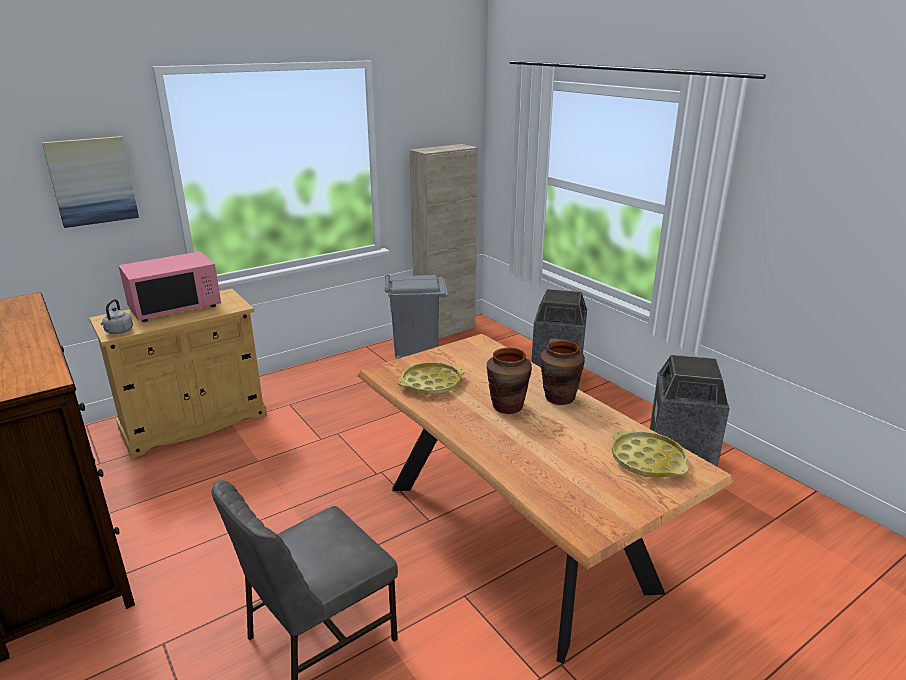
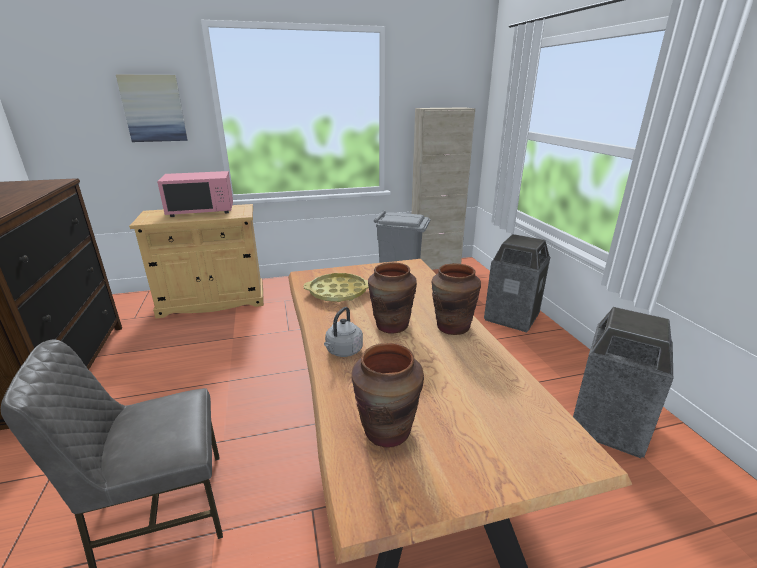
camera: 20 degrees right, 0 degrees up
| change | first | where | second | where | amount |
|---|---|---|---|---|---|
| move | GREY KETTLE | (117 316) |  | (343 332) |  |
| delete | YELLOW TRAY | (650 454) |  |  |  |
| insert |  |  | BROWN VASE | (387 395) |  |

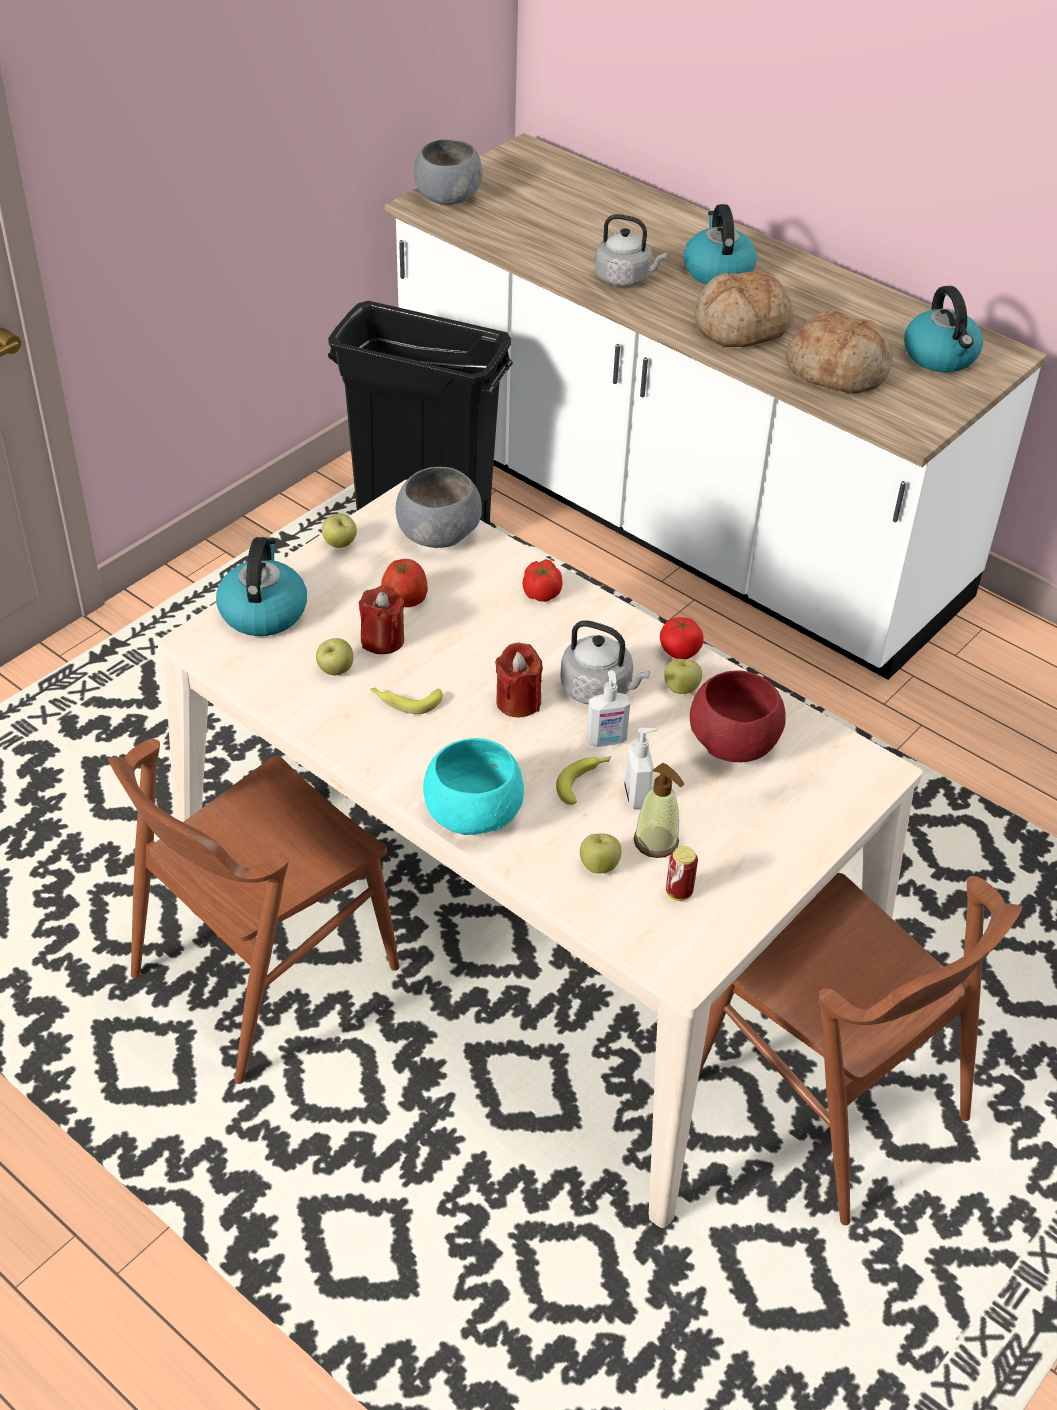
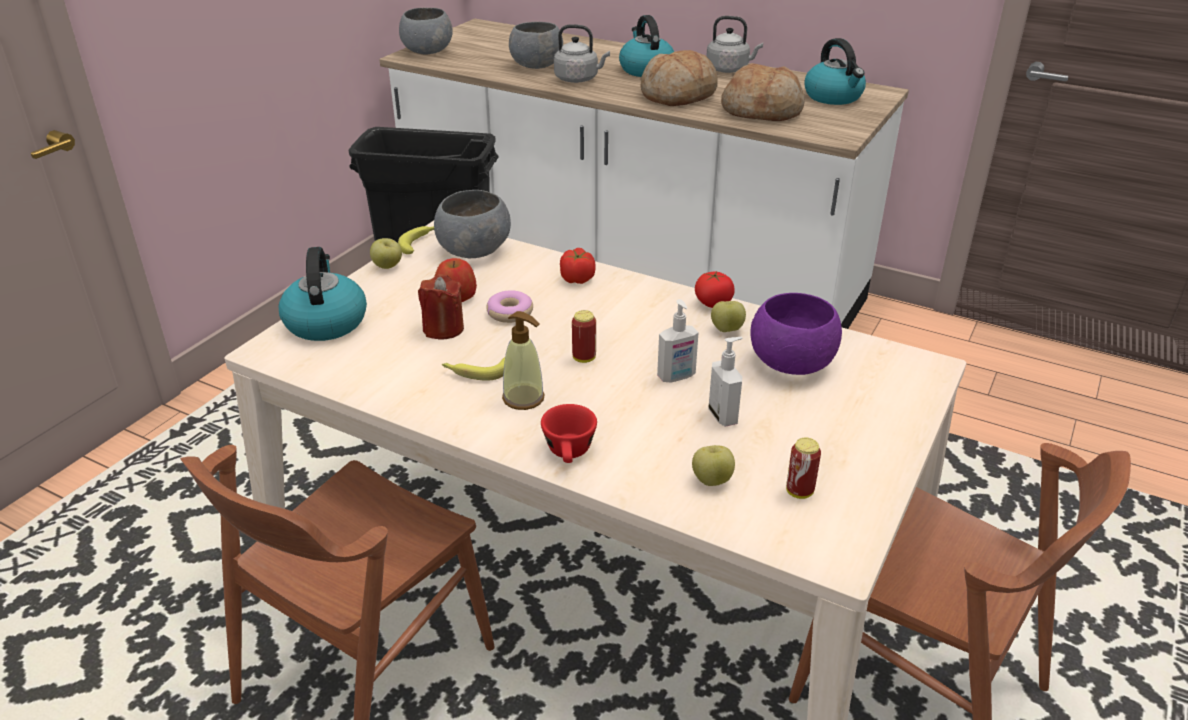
camera: 10 degrees left, 10 degrees down
| change | first | where | second | where | amount |
|---|---|---|---|---|---|
| delete | APPLE | (334 656) |  |  |  |
| replace | TURQUOISE BOWL | (473 786) | RED CUP | (569 433) |  |
| replace | RED CANDLE | (519 680) | CAN | (584 336) |  |
| move | BANANA | (583 780) |  | (416 240) |  |
| move | GREY KETTLE | (605 662) |  | (734 44) |  |
| move | SOAP DISPENSER | (659 810) |  | (523 360) |  |
| recolor | RED BOWL | (738 716) | PURPLE BOWL | (796 334) |  |
| insert |  |  | DONUT | (509 306) |  |
| insert |  |  | GREY BOWL | (536 45) |  |

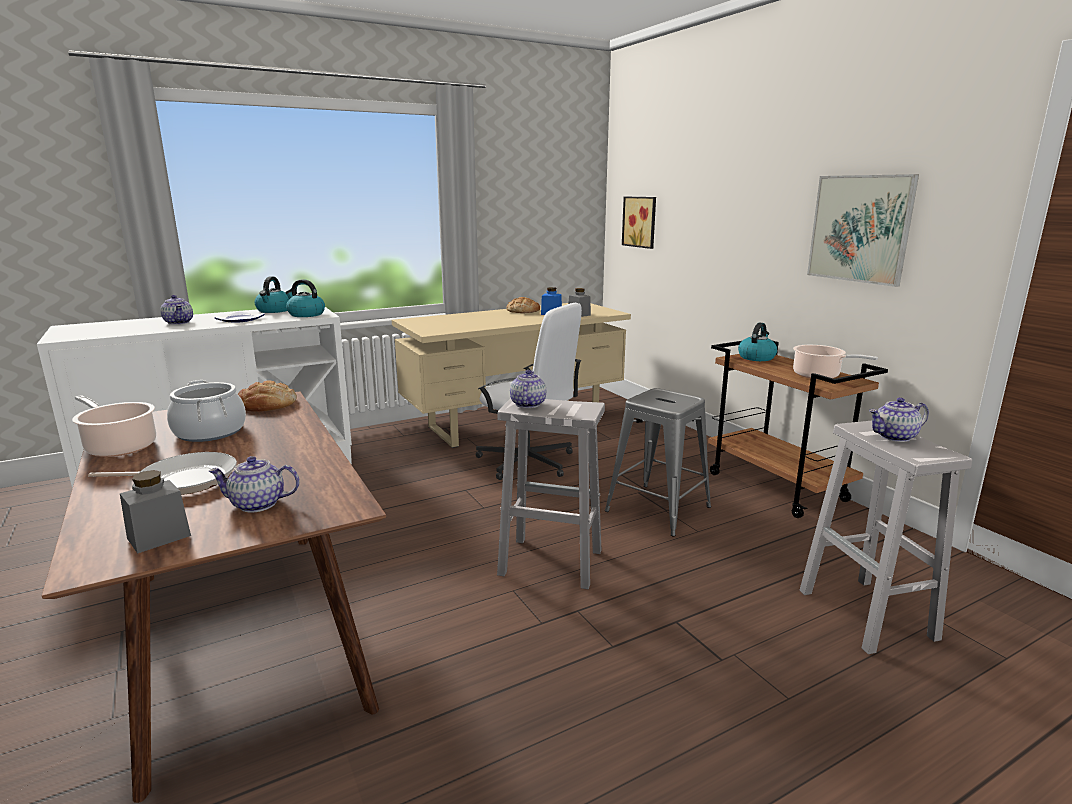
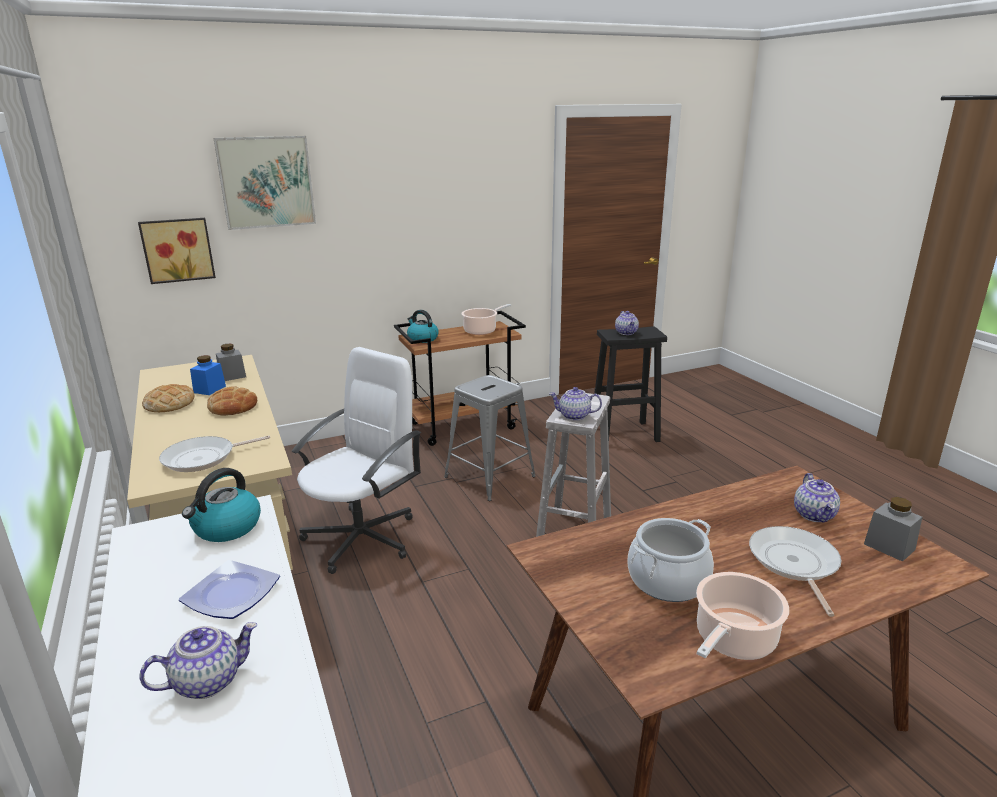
camera: 85 degrees left, 5 degrees up
| change | first | where | second | where | amount |
|---|---|---|---|---|---|
| move | BREAD | (267 396) |  | (232 401) |  |
| delete | KETTLE | (272 294) |  |  |  |
| recolor | WHITE STOOL | (886 537) | BLACK STOOL | (630 384) |  |
| move | PICTURE | (863 230) |  | (265 183) |  |
| insert |  |  | FRYING PAN | (214 453) |  |

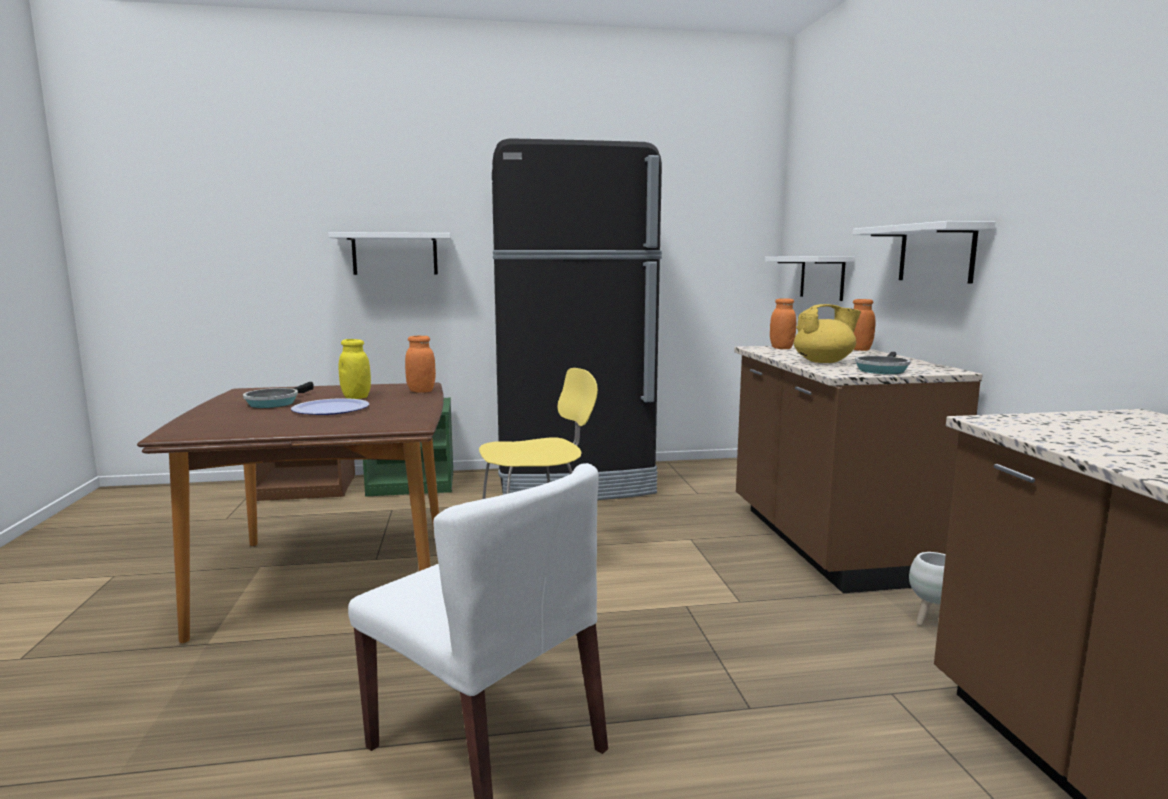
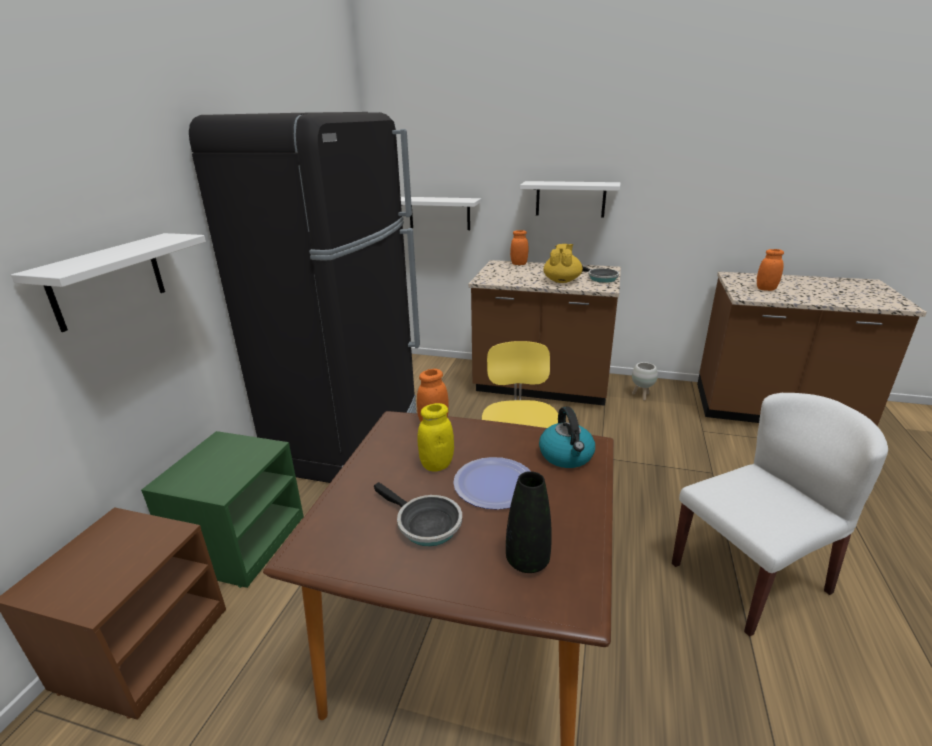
camera: 65 degrees left, 15 degrees up
| change | first | where | second | where | amount |
|---|---|---|---|---|---|
| move | ORANGE JAR | (783 323) |  | (770 270) |  |
| insert |  |  | BLACK VASE | (529 522) |  |
| insert |  |  | KETTLE | (567 437) |  |

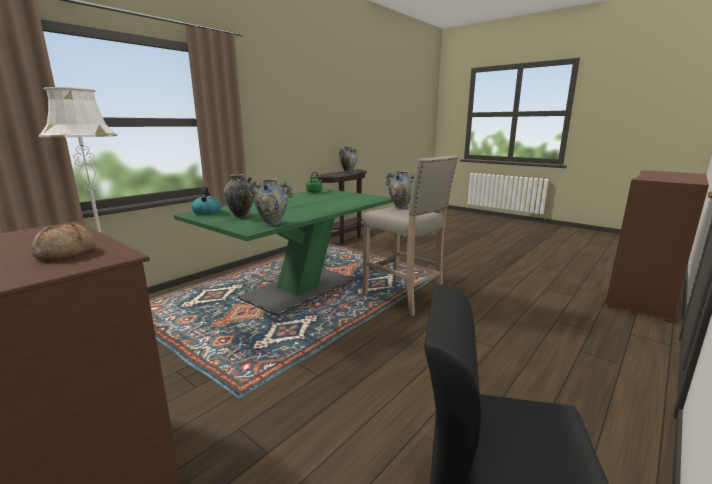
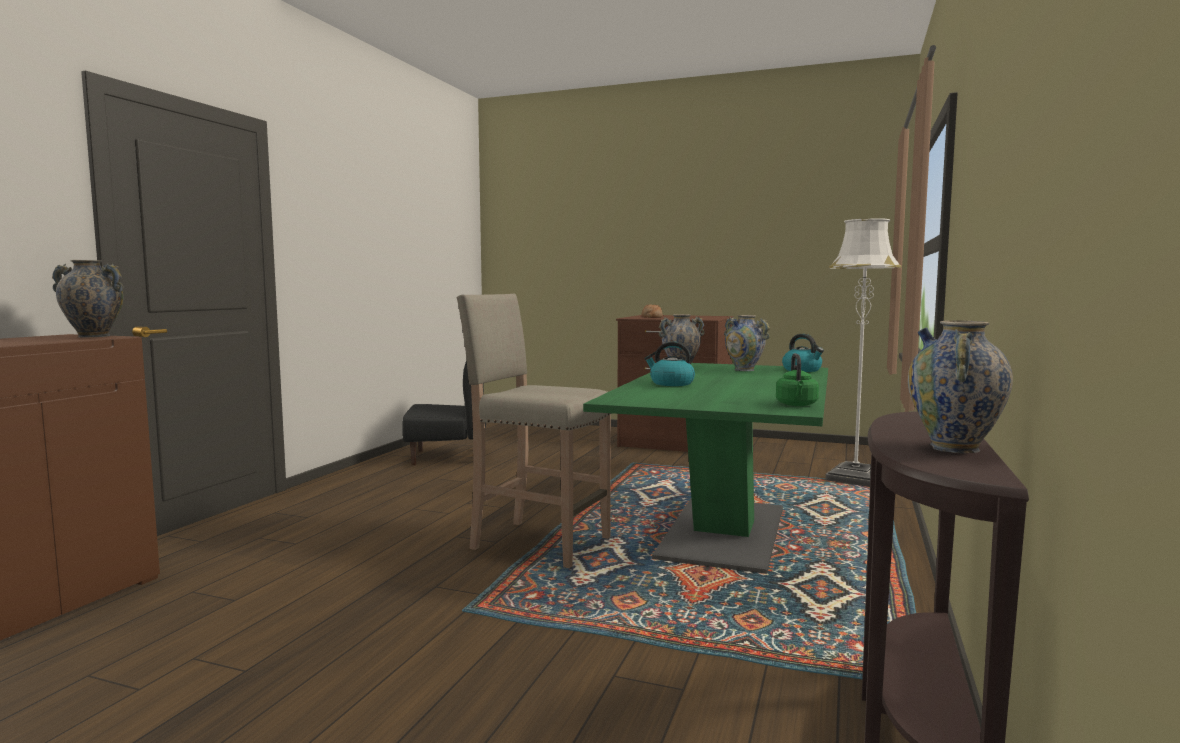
camera: 160 degrees right, 10 degrees down
| change | first | where | second | where | amount |
|---|---|---|---|---|---|
| move | VASE | (400 189) |  | (88 299) |  |
| insert |  |  | KETTLE | (669 363) |  |

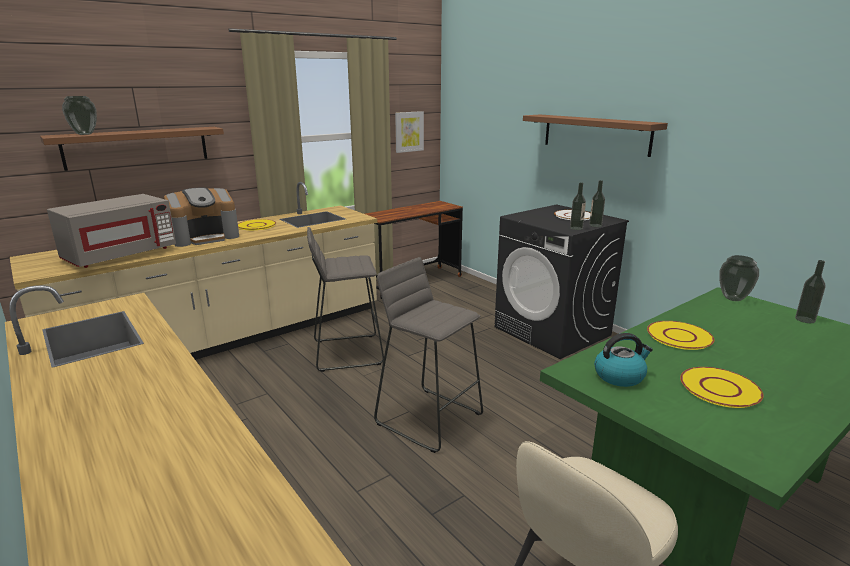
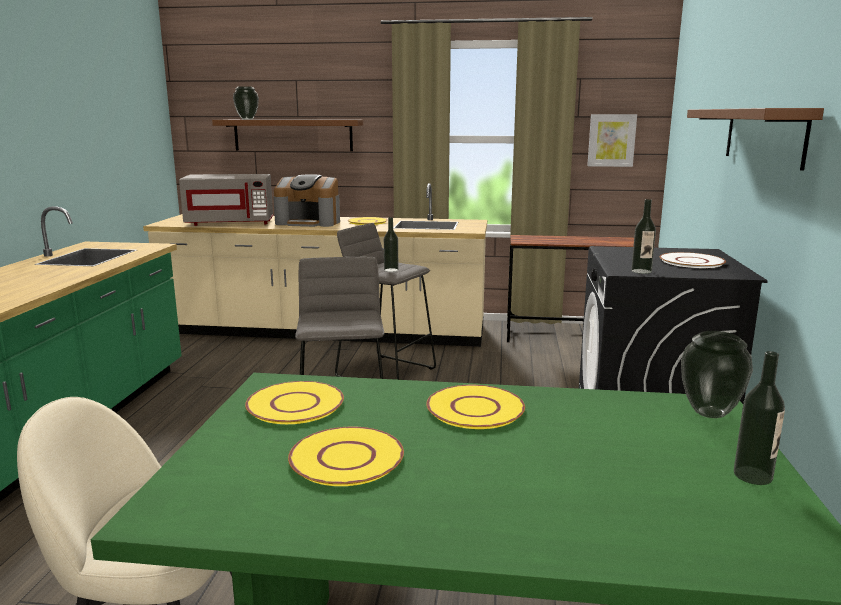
camera: 45 degrees right, 5 degrees down
| change | first | where | second | where | amount |
|---|---|---|---|---|---|
| move | BOTTLE | (597 203) |  | (391 244) |  |
| replace | KETTLE | (623 360) | YELLOW PLATE | (294 402) |  |

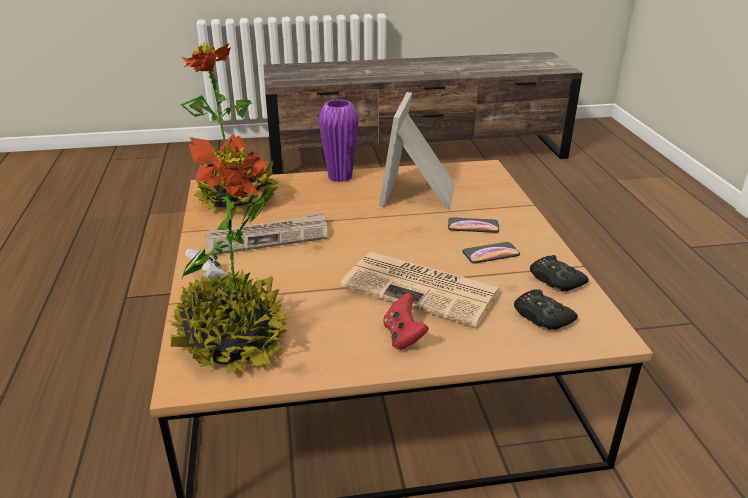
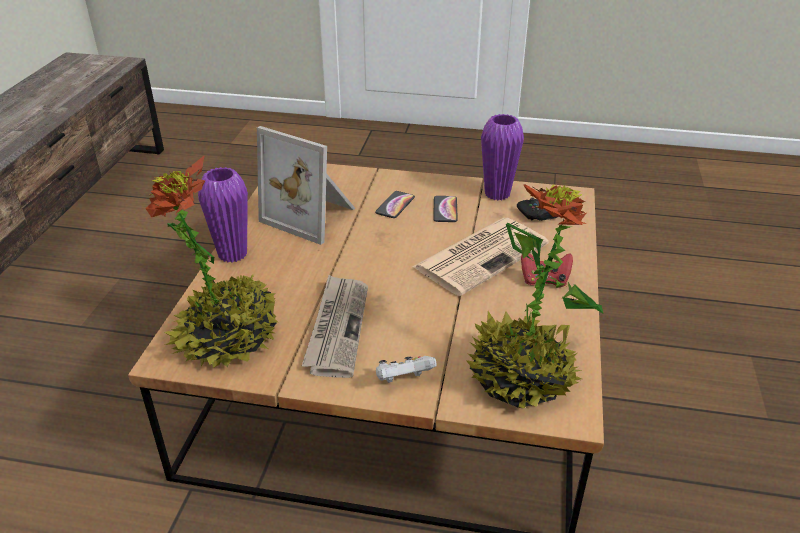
camera: 70 degrees left, 5 degrees up
| change | first | where | second | where | amount |
|---|---|---|---|---|---|
| replace | BLACK GAME CONTROLLER | (559 273) | PURPLE VASE | (502 157) |  |

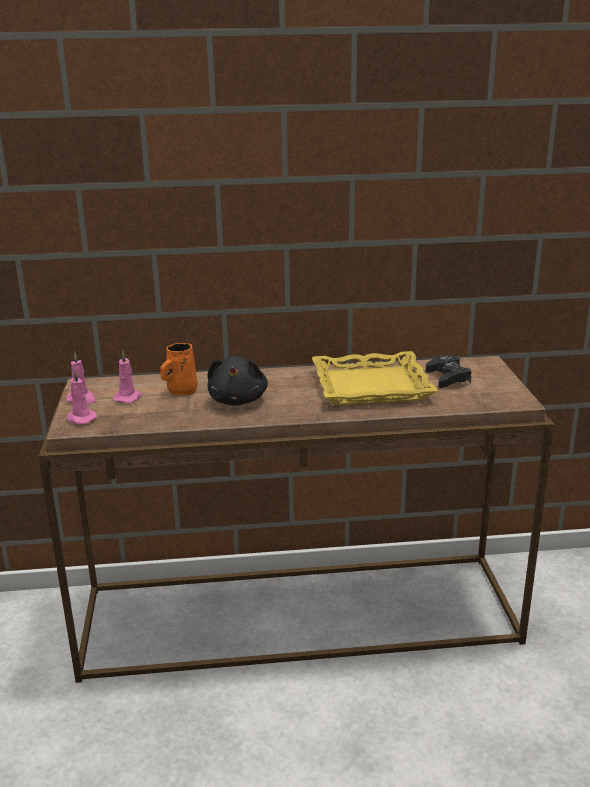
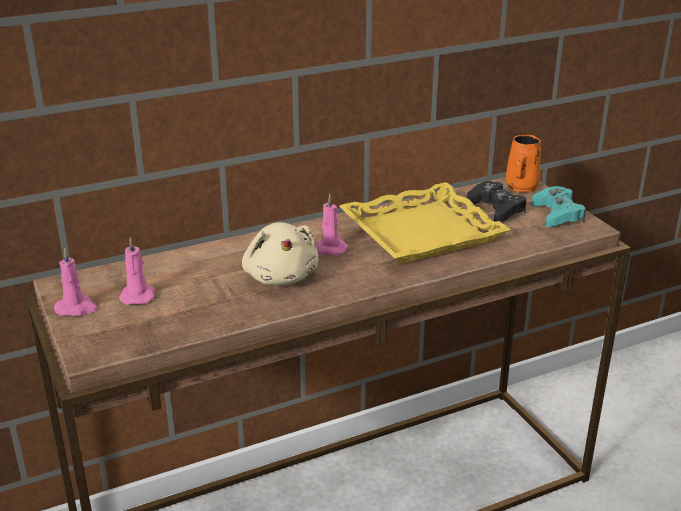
camera: 20 degrees left, 5 degrees up
| change | first | where | second | where | amount |
|---|---|---|---|---|---|
| move | PINK CANDLE | (81 397) |  | (332 225) |  |
| move | ORANGE MUG | (179 369) |  | (523 163) |  |
| recolor | BLACK PLUSH TOY | (237 381) | BEIGE PLUSH TOY | (280 254) |  |
| insert |  |  | TURQUOISE GAME CONTROLLER | (559 206) |  |

